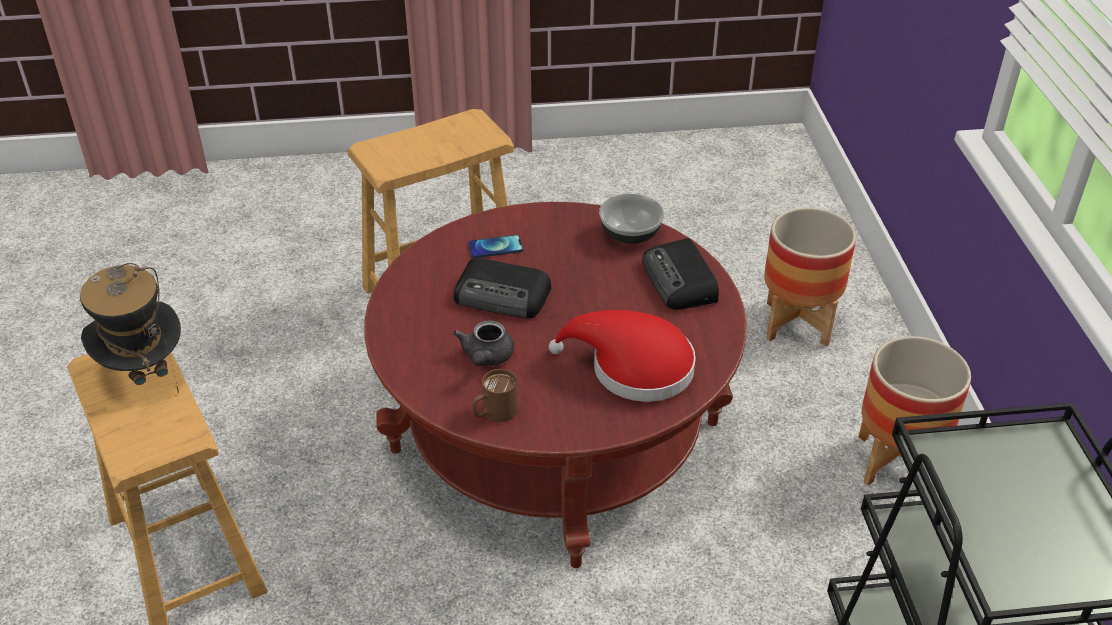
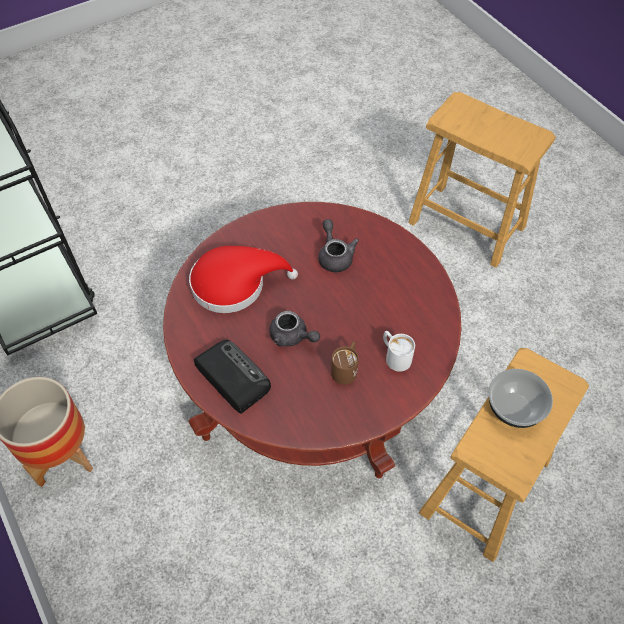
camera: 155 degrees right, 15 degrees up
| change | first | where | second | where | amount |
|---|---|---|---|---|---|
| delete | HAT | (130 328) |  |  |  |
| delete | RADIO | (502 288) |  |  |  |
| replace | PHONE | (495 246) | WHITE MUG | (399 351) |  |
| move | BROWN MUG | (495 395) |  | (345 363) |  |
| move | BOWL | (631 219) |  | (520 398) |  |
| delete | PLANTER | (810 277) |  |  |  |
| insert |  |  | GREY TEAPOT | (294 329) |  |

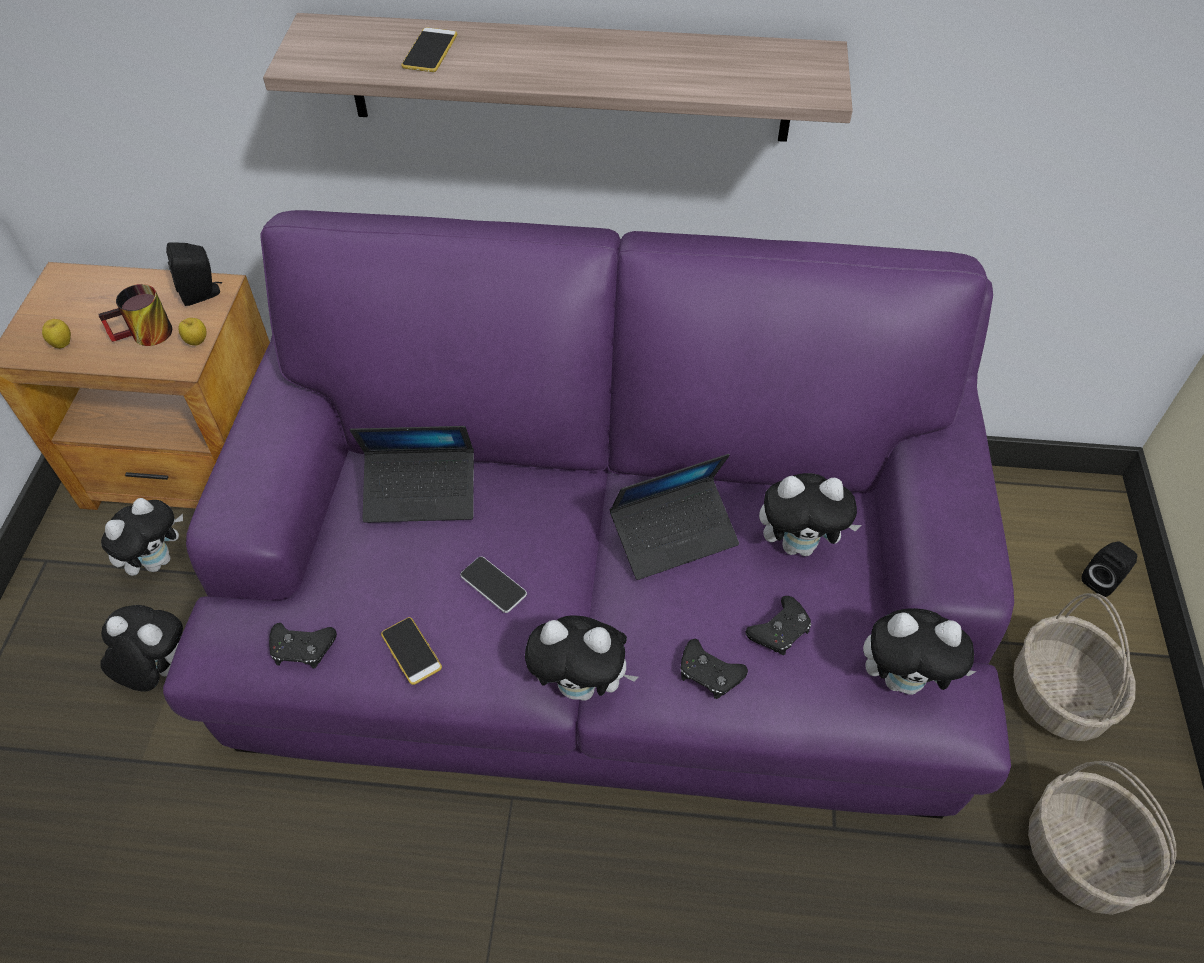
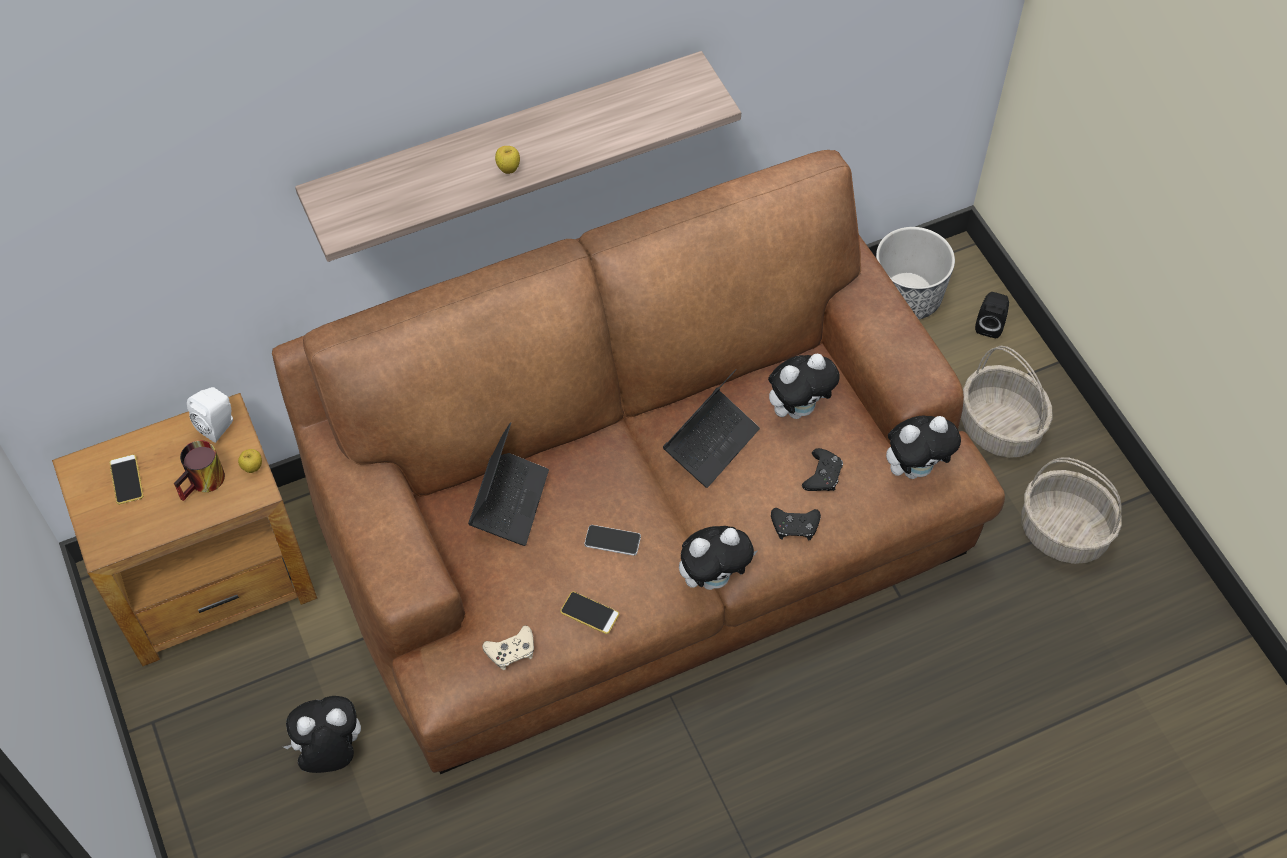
camera: 30 degrees left, 5 degrees up
| change | first | where | second | where | amount |
|---|---|---|---|---|---|
| move | APPLE | (56 334) |  | (507 160) |  |
| delete | PLUSH TOY | (142 537) |  |  |  |
| recolor | PURPLE SOFA | (588 514) | BROWN SOFA | (638 462) |  |
| recolor | BLACK SPEAKER | (194 274) | WHITE SPEAKER | (210 415) |  |
| recolor | BLACK GAME CONTROLLER | (303 646) | BEIGE GAME CONTROLLER | (508 647) |  |
| rotate | LAPTOP | (412 474) |  | (508 484) | 45 degrees counterclockwise |
| move | PHONE | (429 50) |  | (126 479) |  |
| insert |  |  | PLANTER | (915 273) |  |

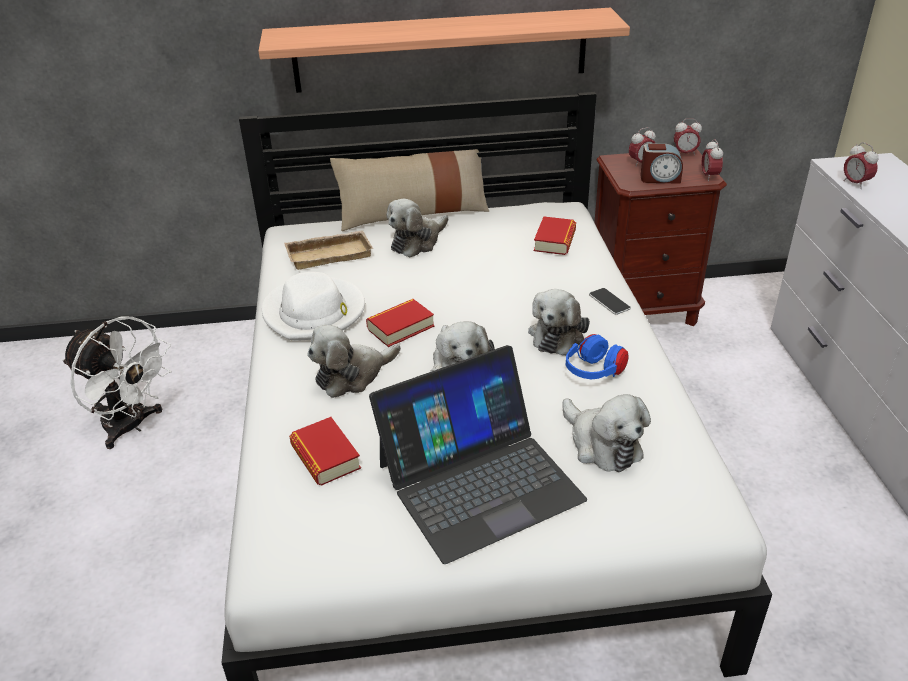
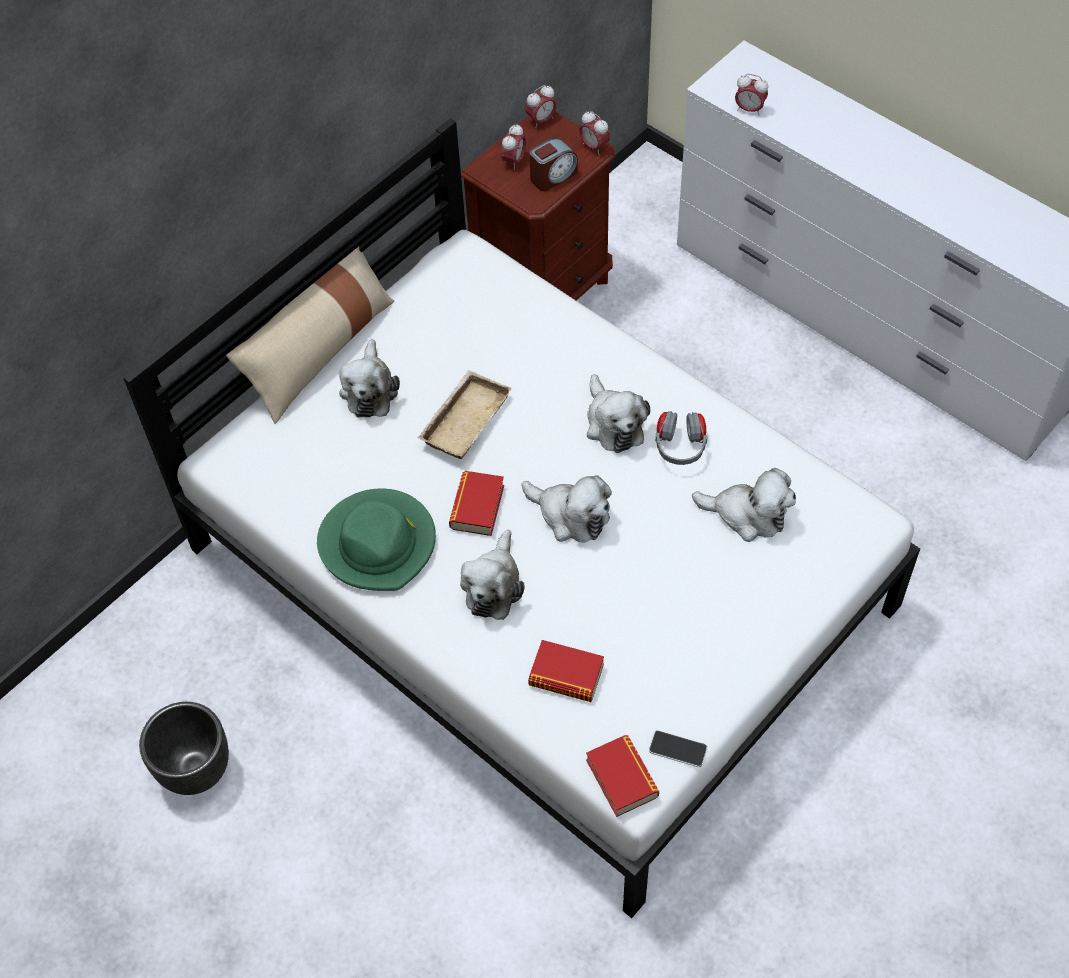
camera: 40 degrees left, 20 degrees up
| change | first | where | second | where | amount |
|---|---|---|---|---|---|
| replace | WHITE FAN | (116 382) | BLACK PLANTER | (184 748) |  |
| delete | SHELF | (444 50) |  |  |  |
| recolor | WHITE HAT | (313 306) | GREEN HAT | (376 539) |  |
| move | BEIGE TRAY | (328 250) |  | (465 414) |  |
| delete | LAPTOP | (478 454) |  |  |  |
| move | BOOK | (555 235) |  | (622 776) |  |
| recolor | BLUE HEADPHONES | (597 356) | GREY HEADPHONES | (681 438) |  |
| move | PHONE | (610 301) |  | (678 748) |  |

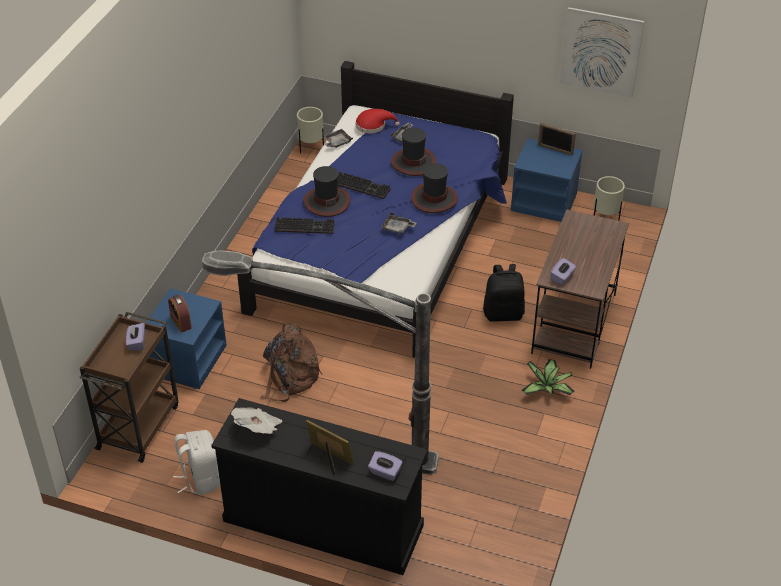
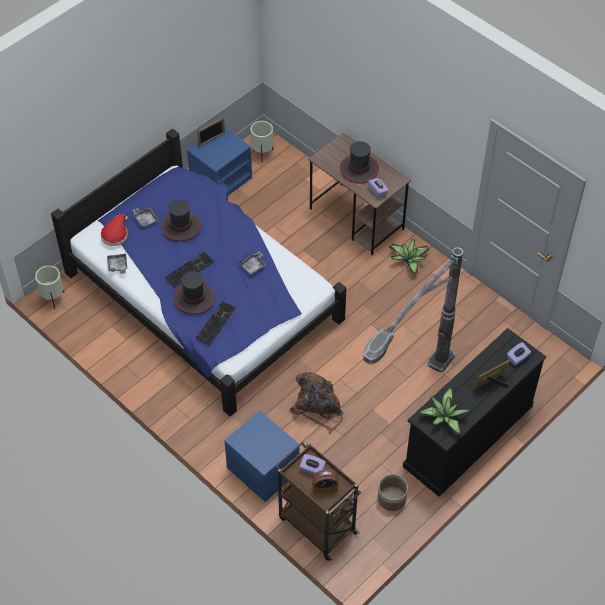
camera: 65 degrees left, 10 degrees up
| change | first | where | second | where | amount |
|---|---|---|---|---|---|
| move | ALARM CLOCK | (180 314) |  | (325 481) |  |
| replace | WHITE BACKPACK | (196 462) | PLANTER | (393 492) |  |
| replace | NEWSPAPER | (257 421) | POTTED PLANT | (445 411) |  |
| move | HAT | (434 188) |  | (359 162) |  |
| delete | BLACK BACKPACK | (504 293) |  |  |  |
| delete | PICTURE | (602 52) |  |  |  |

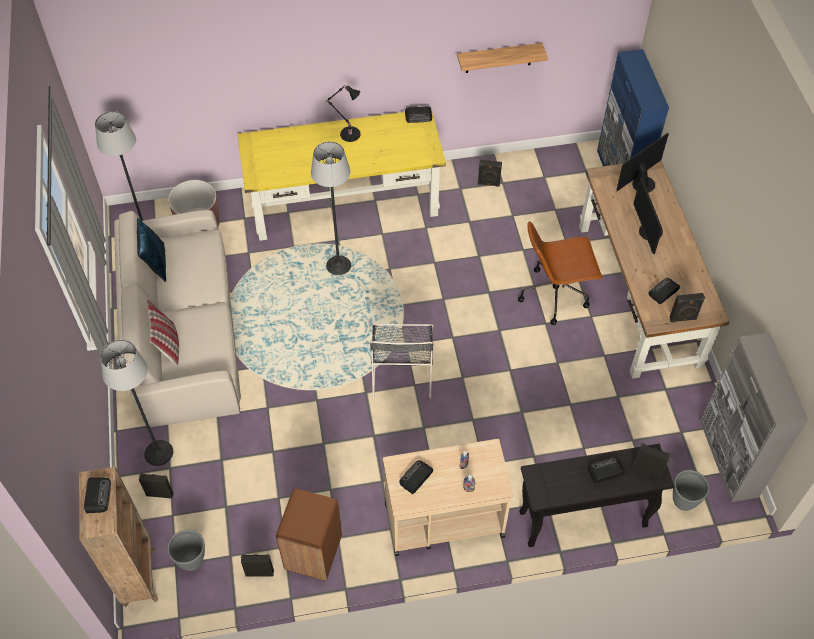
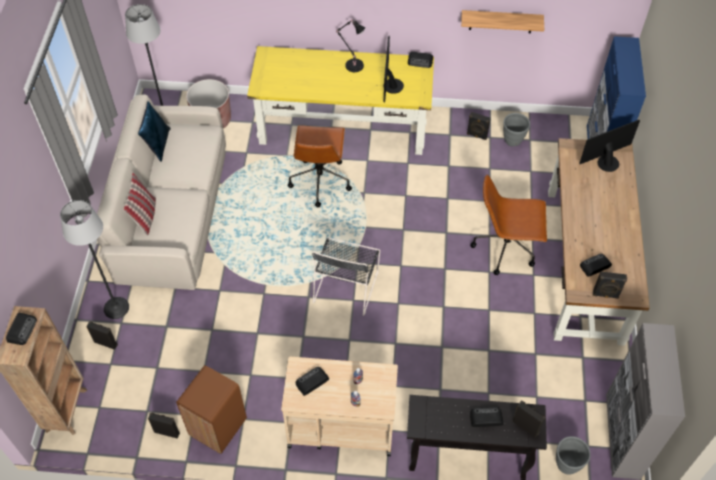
camera: 15 degrees right, 0 degrees up
| change | first | where | second | where | amount |
|---|---|---|---|---|---|
| move | GREY PLANTER | (186 550) |  | (516 129) |  |
| replace | FLOOR LAMP | (331 208) | BROWN OFFICE CHAIR | (320 166) |  |
| move | MONITOR | (648 216) |  | (394 69) |  |

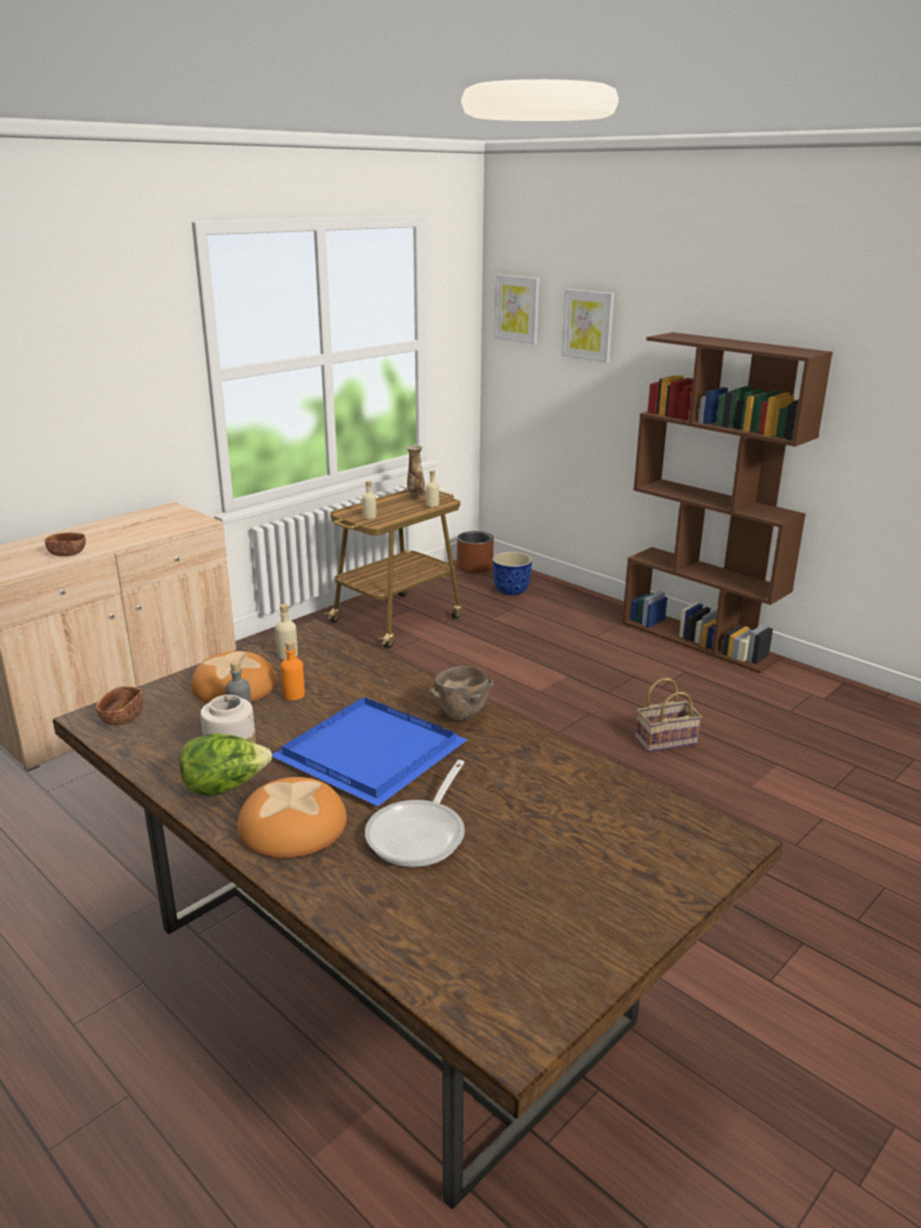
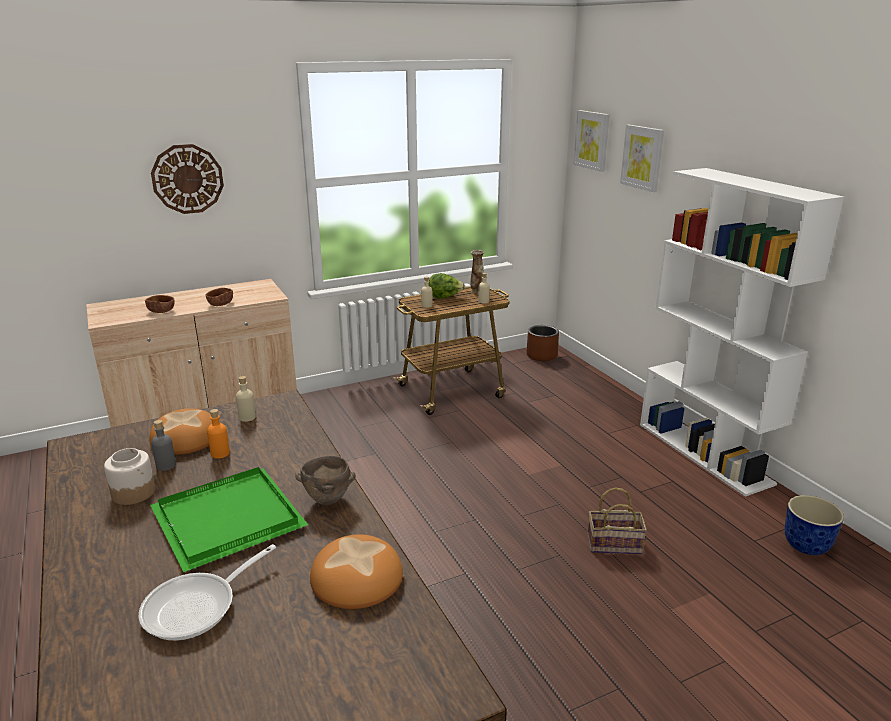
camera: 20 degrees right, 0 degrees up
| change | first | where | second | where | amount |
|---|---|---|---|---|---|
| move | BROWN BOWL | (119 706) |  | (219 297) |  |
| move | LETTUCE | (225 764) |  | (447 286) |  |
| move | BREAD | (292 817) |  | (356 571) |  |
| recolor | BLUE TRAY | (369 751) | GREEN TRAY | (229 519) |  |
| move | PLANTER | (512 573) |  | (814 525) |  |
| recolor | BROWN BOOKCASE | (727 503) | WHITE BOOKCASE | (742 332) |  |
| insert |  |  | WALL CLOCK | (187 179) |  |

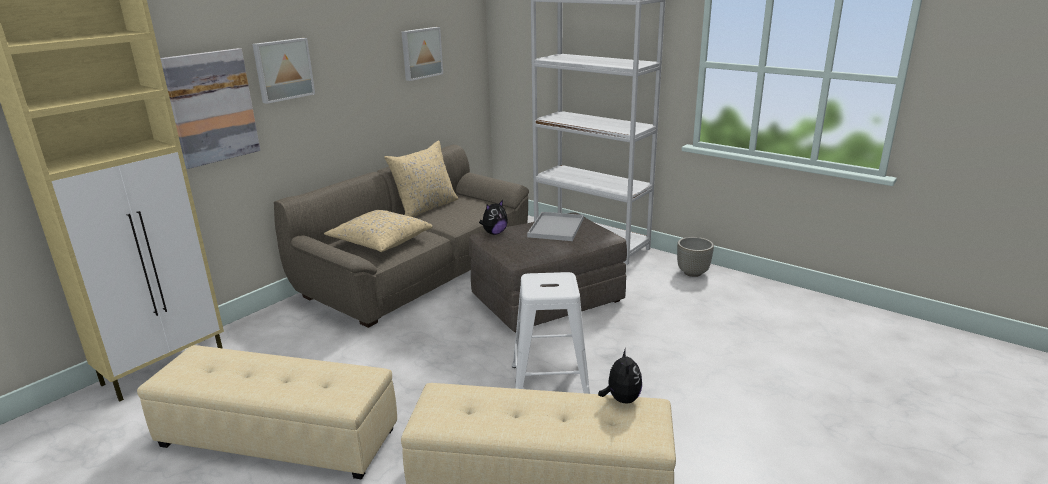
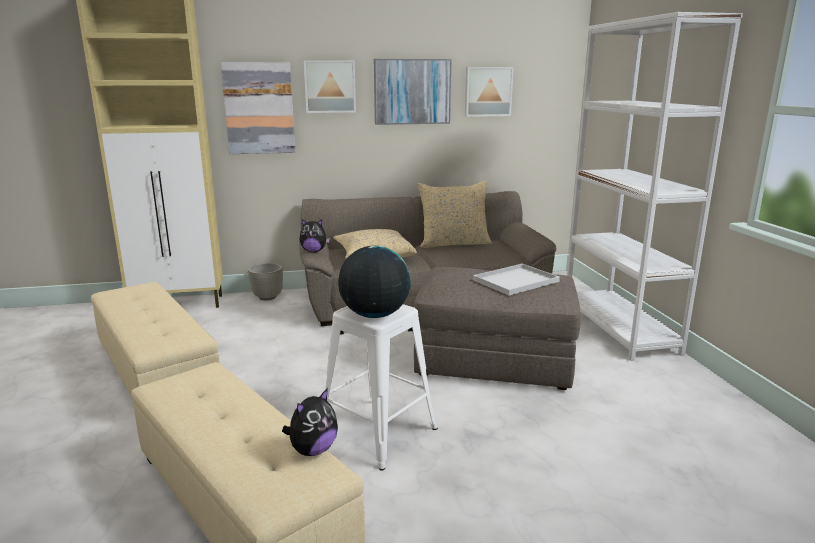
camera: 40 degrees right, 5 degrees down
| change | first | where | second | where | amount |
|---|---|---|---|---|---|
| move | PLUSH TOY | (493 217) |  | (315 235) |  |
| move | GREY PLANTER | (695 257) |  | (265 281) |  |
| insert |  |  | GLOBE | (374 282) |  |
| insert |  |  | PICTURE | (413 92) |  |

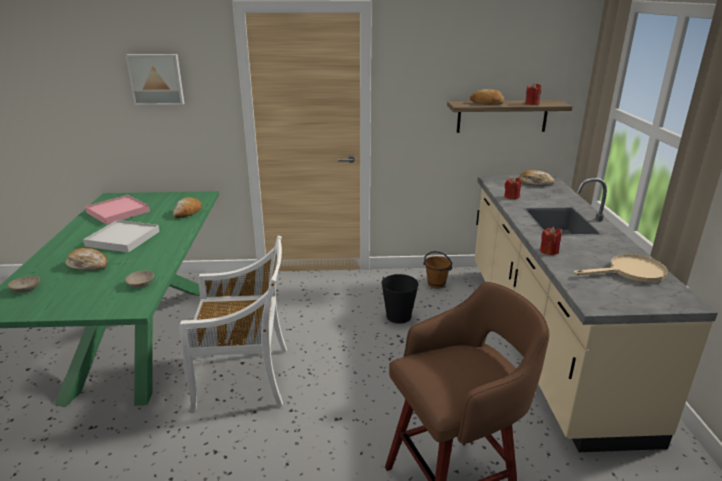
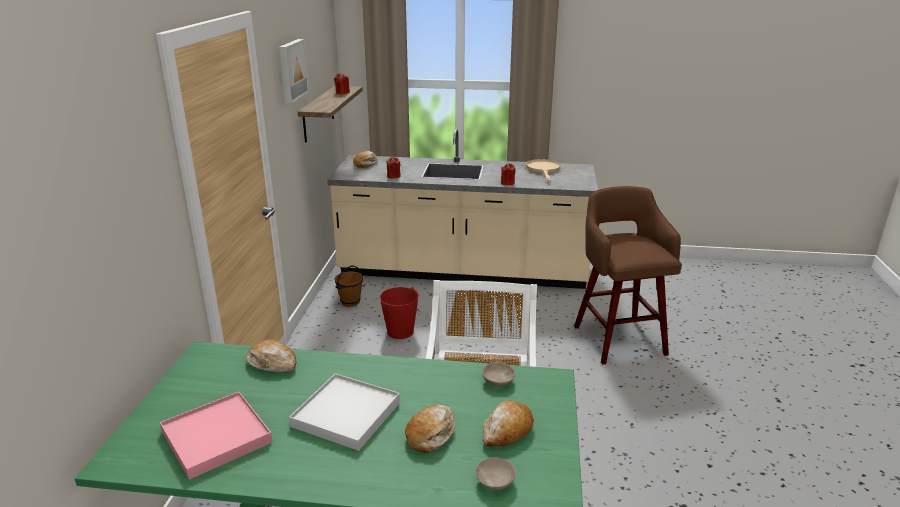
camera: 80 degrees left, 0 degrees up
| change | first | where | second | where | amount |
|---|---|---|---|---|---|
| move | PICTURE | (155 79) |  | (294 71) |  |
| recolor | BLACK BUCKET | (400 298) | RED BUCKET | (399 313) |  |
| move | BREAD | (487 97) |  | (508 423) |  |

